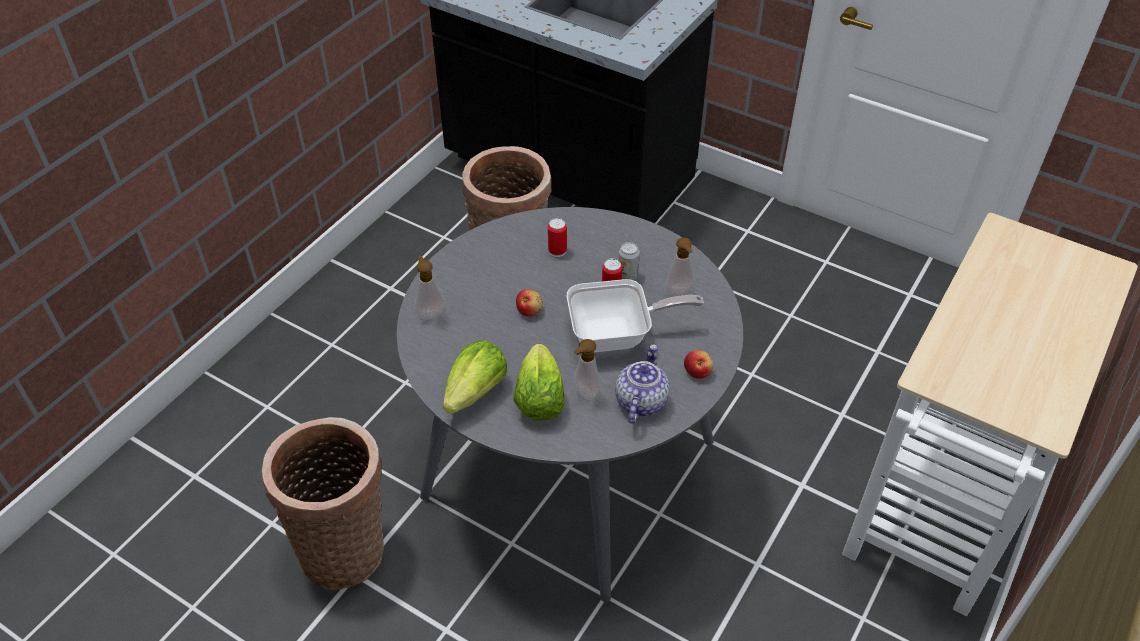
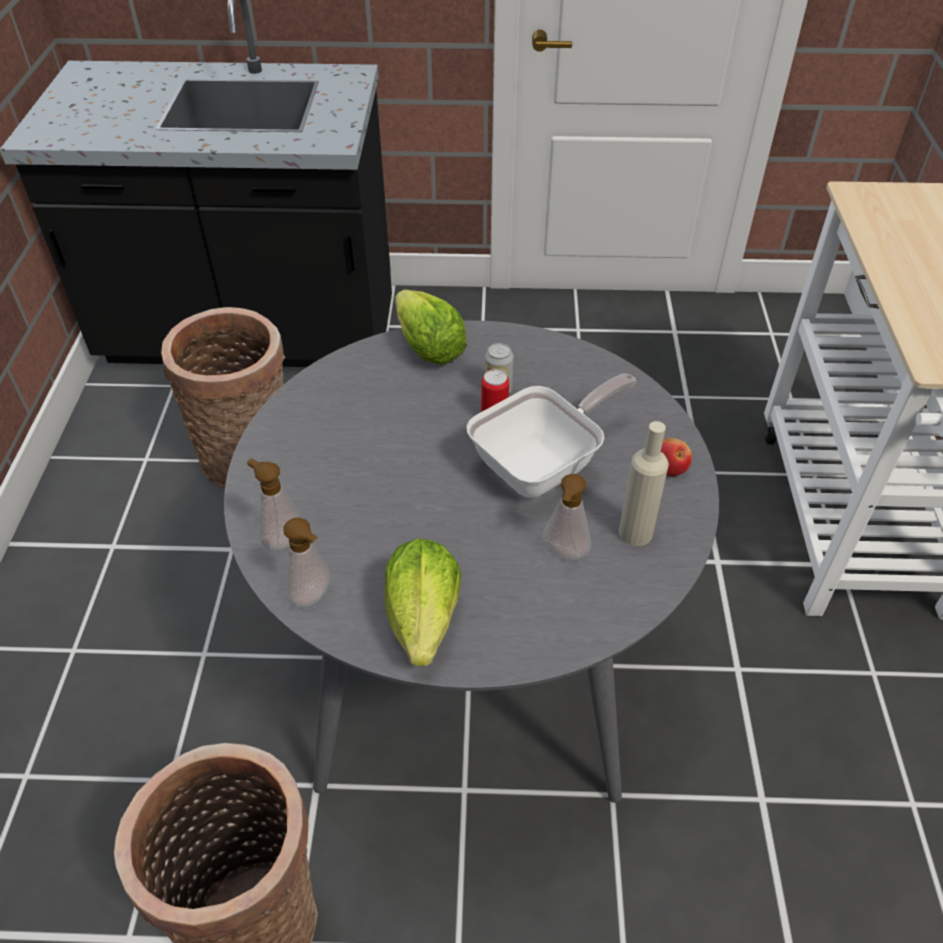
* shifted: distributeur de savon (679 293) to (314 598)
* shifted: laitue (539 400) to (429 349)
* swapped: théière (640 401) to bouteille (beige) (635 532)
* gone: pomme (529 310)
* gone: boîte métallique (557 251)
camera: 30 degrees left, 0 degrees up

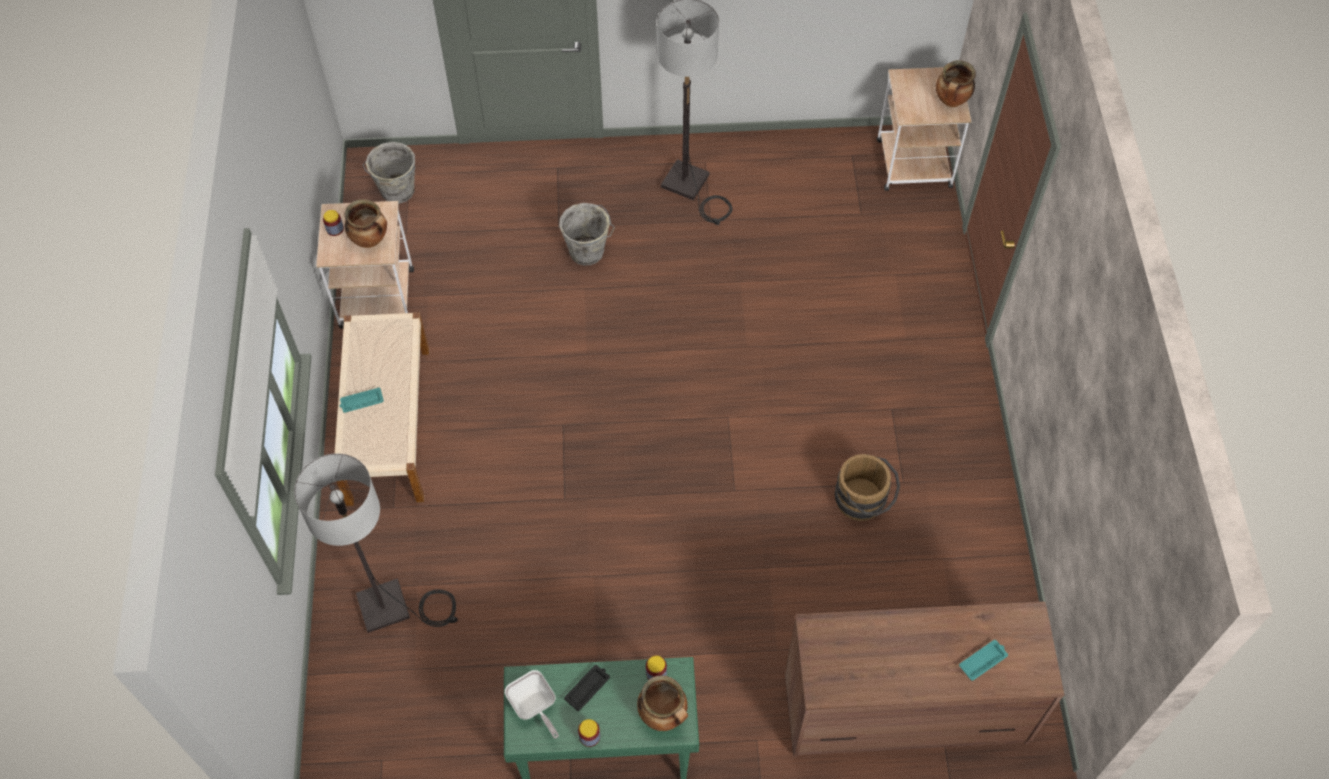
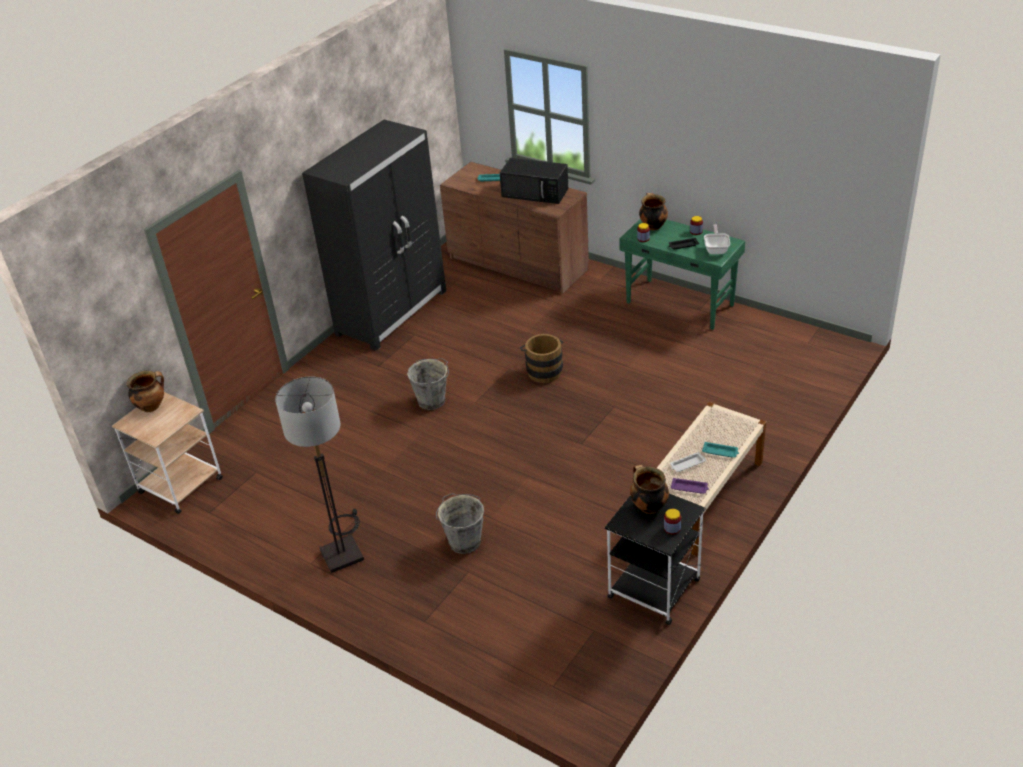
* new: meuble de rangement (noir) (393 312)
* shifted: seau (gris) (397 192) to (432 400)
* new: micro-ondes (noir) (536 192)
* shifted: seau (marron) (864 502) to (543 370)
* repainted: chariot (beige) (377 297) to chariot (noir) (653 590)
* new: plateau (blanc) (687 464)
* new: plateau (violet) (690 488)
* gone: lampadaire (399 607)
camera: 140 degrees left, 20 degrees down

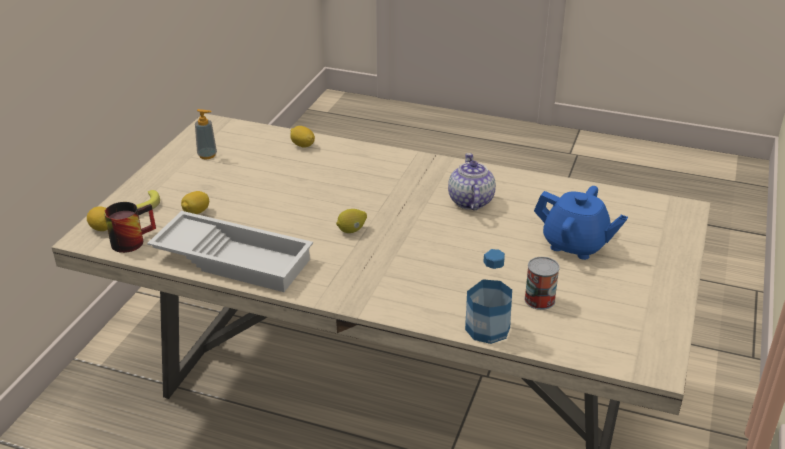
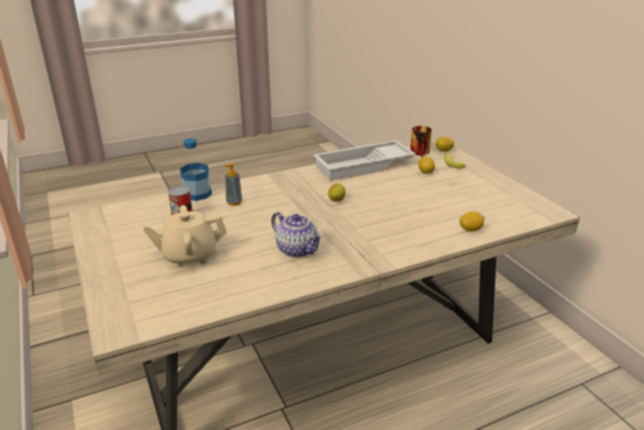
* repainted: théière (bleu) (575 245) to théière (beige) (189 256)
* shifted: distributeur de savon (207 155) to (234 202)
camera: 135 degrees right, 5 degrees down

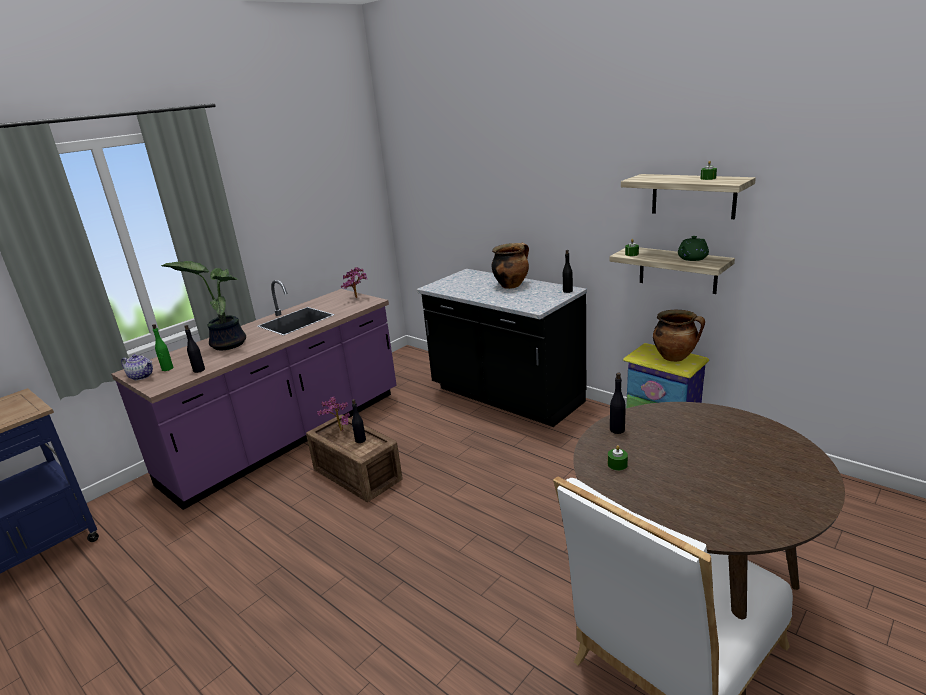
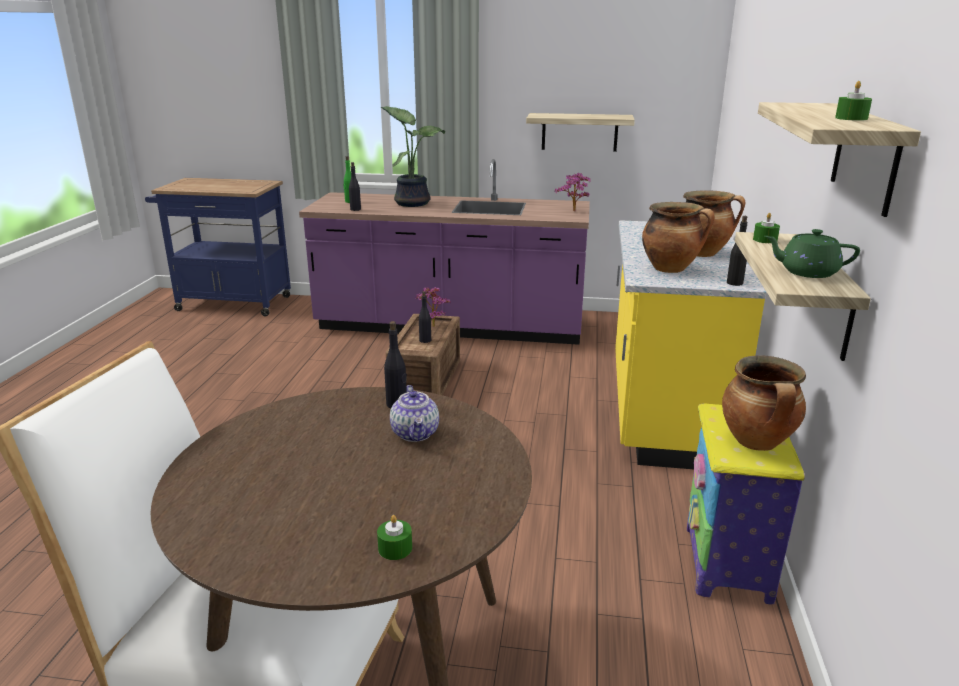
* shifted: bougie (vert) (617 464) to (395 548)
* shifted: théière (142 376) to (416 433)
* new: étagère (579 132)
* repainted: comptoir de cuisine (noir) (505 397) to comptoir de cuisine (jaune) (662 411)
* new: marmite (671 269)
camera: 55 degrees right, 0 degrees up

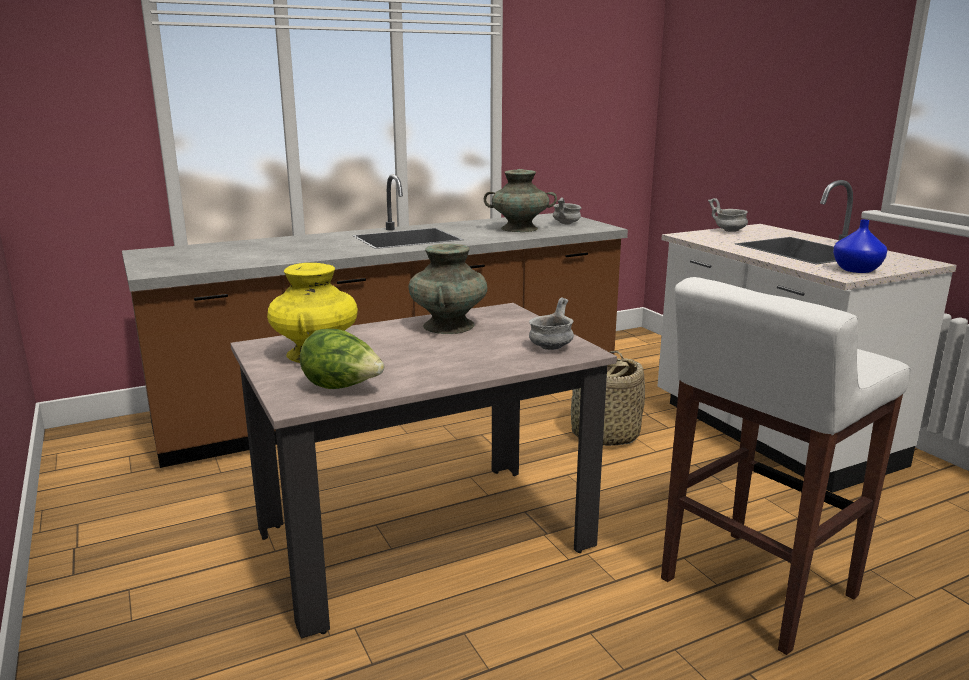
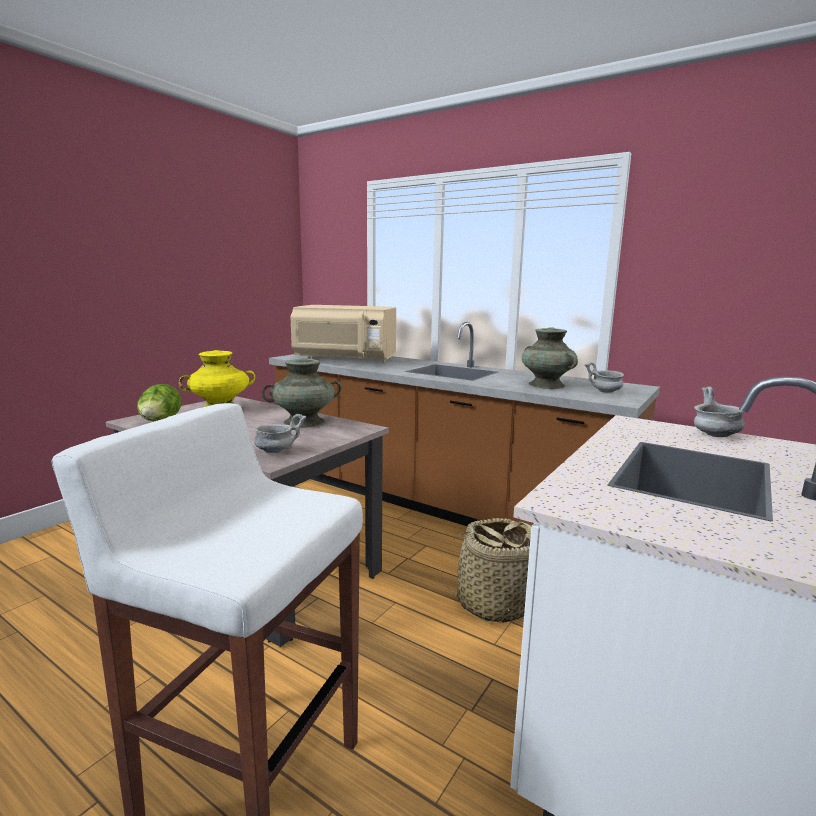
* new: micro-ondes (beige) (346 360)
* gone: vase (bleu) (856 269)
camera: 60 degrees right, 5 degrees down

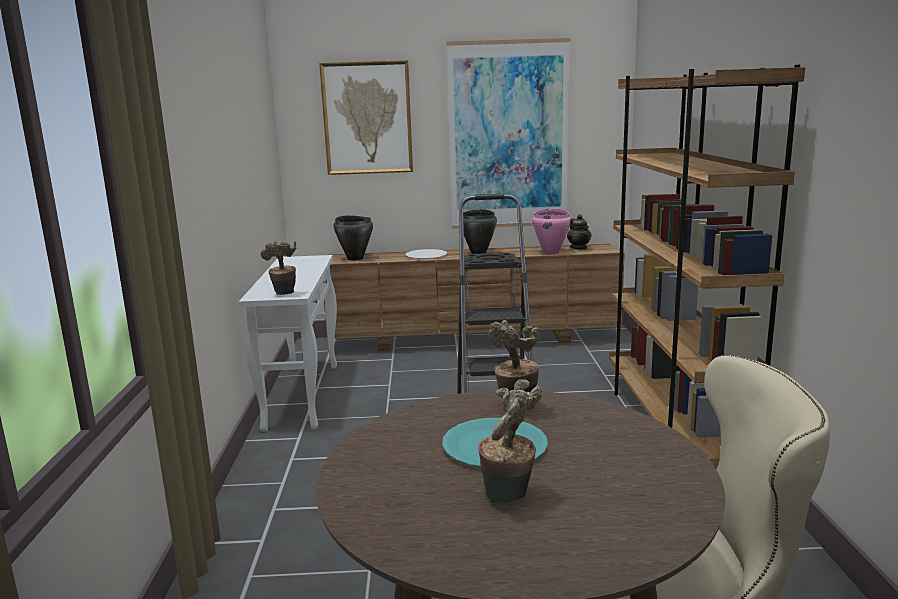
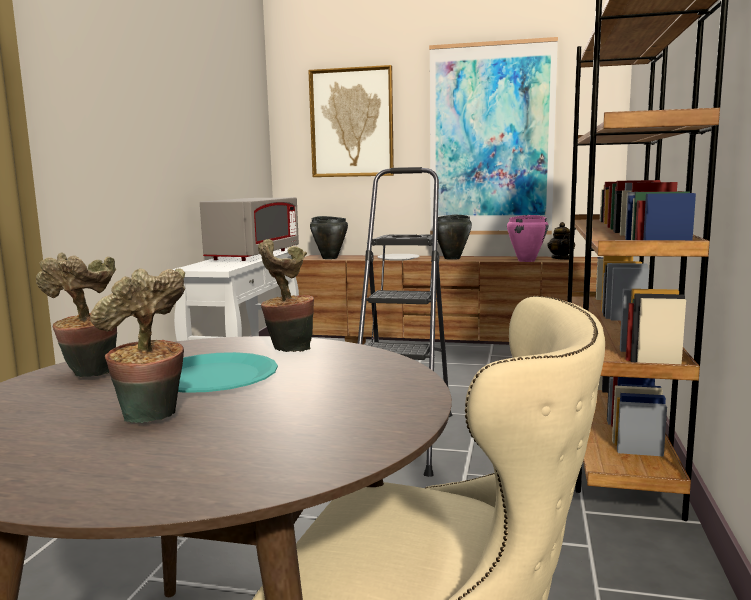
* shifted: plante en pot (284 294) to (89 376)
* new: micro-ondes (gris) (254 255)
camera: 15 degrees right, 5 degrees down

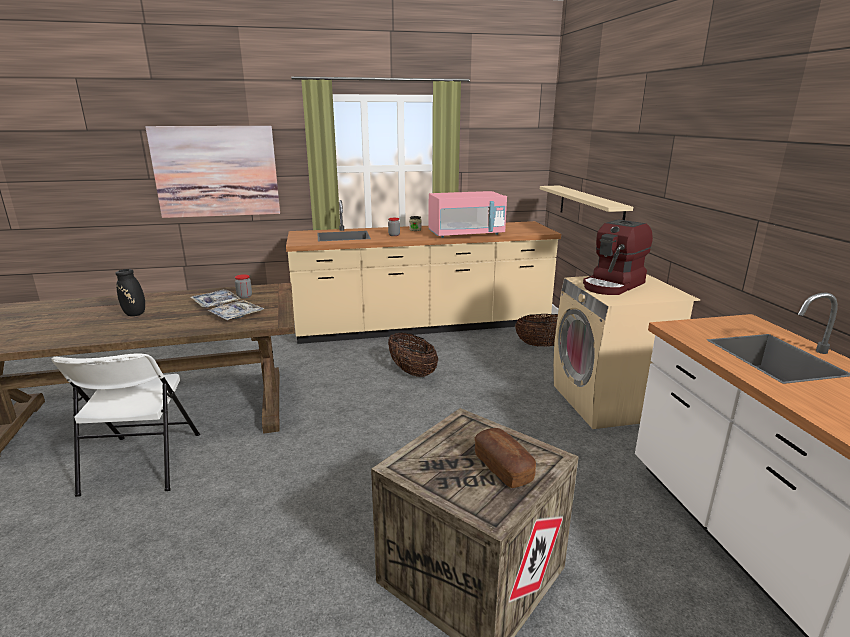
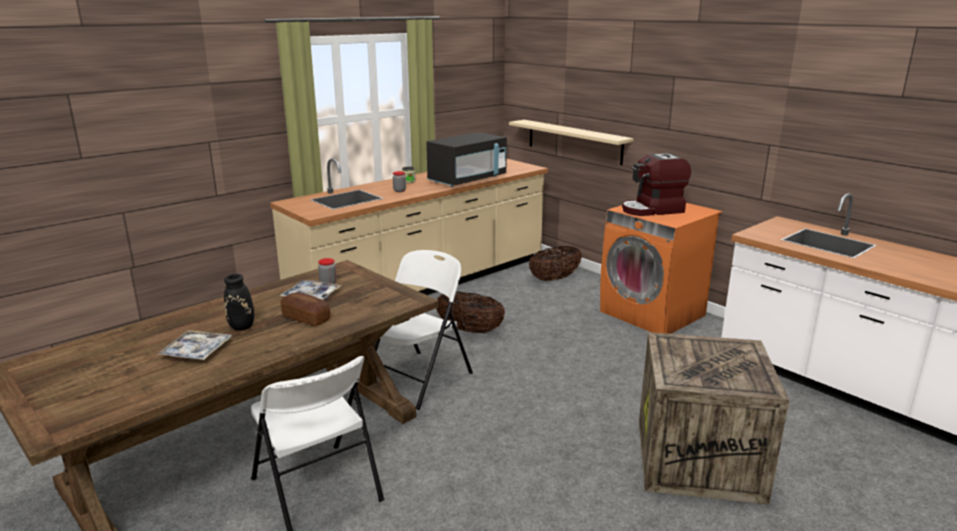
* shifted: plateau (236 315) to (196 351)
* shifted: pain (503 468) to (306 318)
* new: chaise (blanc) (418 379)
* repainted: micro-ondes (rose) (466 234) to micro-ondes (noir) (467 180)
* repainted: lave-linge (beige) (610 402) to lave-linge (orange) (654 313)
* rotated: machine à café (613 285) = (653 210) 60 degrees clockwise
* gone: tableau (216 171)
camera: 30 degrees left, 0 degrees up

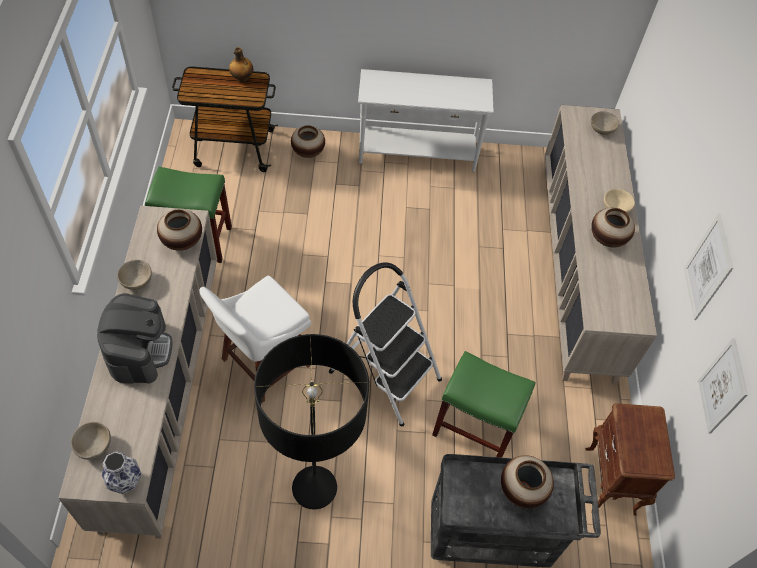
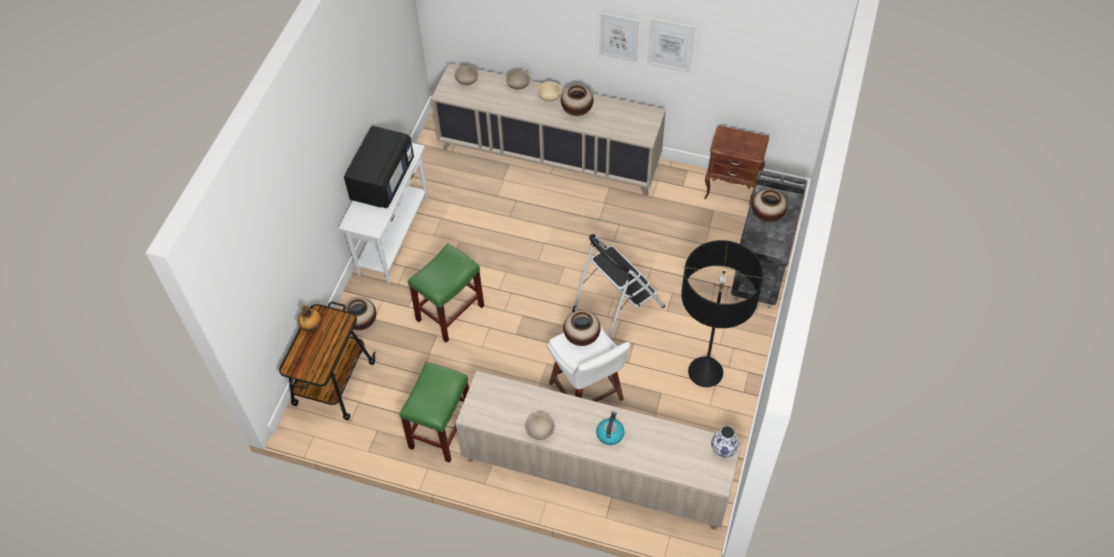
* new: micro-ondes (noir) (382 180)
* shifted: tabouret (vert) (473 429) to (450 313)
* shifted: bol (beige) (94 445) to (518 85)
* shifted: vase (182 242) to (581 337)
* swapped: machine à café (139 350) to bouilloire (610 433)
* shifted: tableau (722 387) to (618 36)
camera: 70 degrees left, 0 degrees up

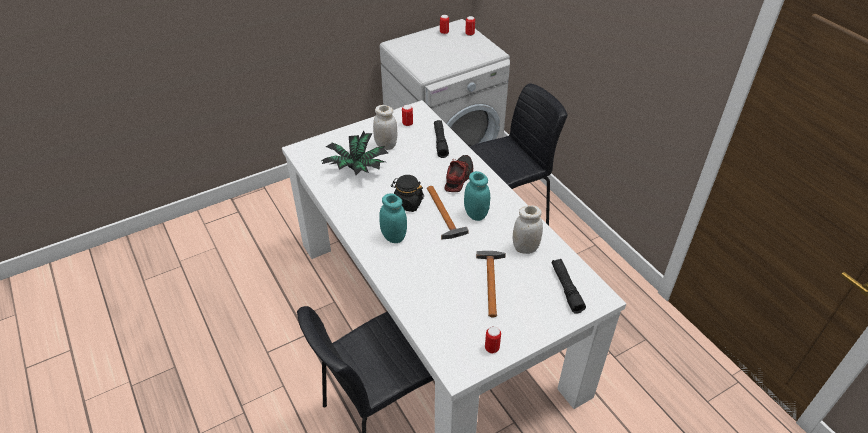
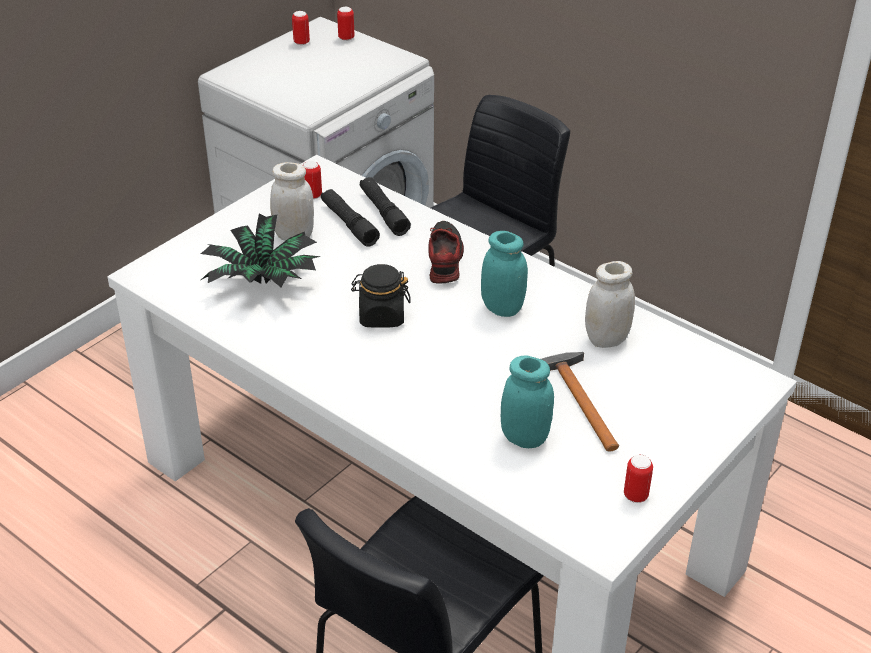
* shifted: lampe de poche (noir) (566 289) to (349 224)
* shifted: bocal (turquoise) (394 237) to (524 438)
* gone: marteau (443 215)
camera: 20 degrees left, 5 degrees down

